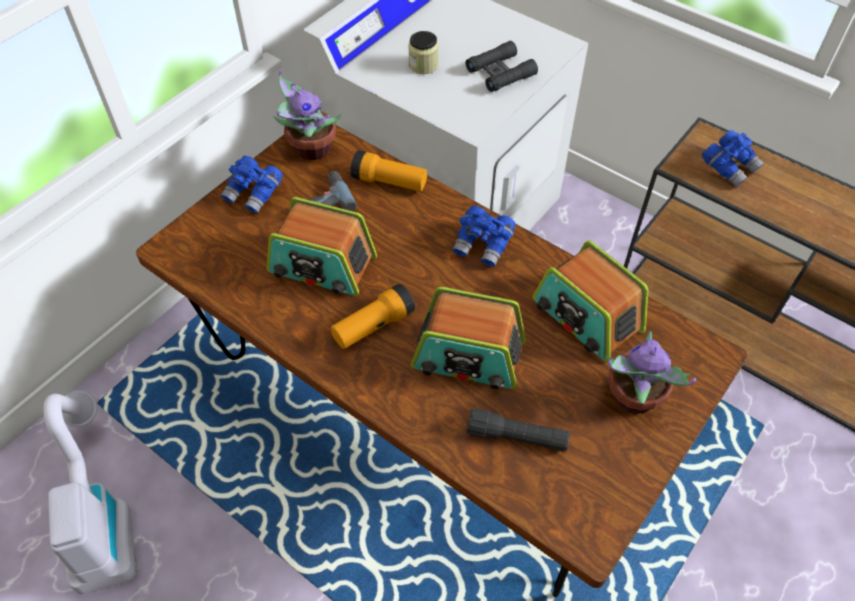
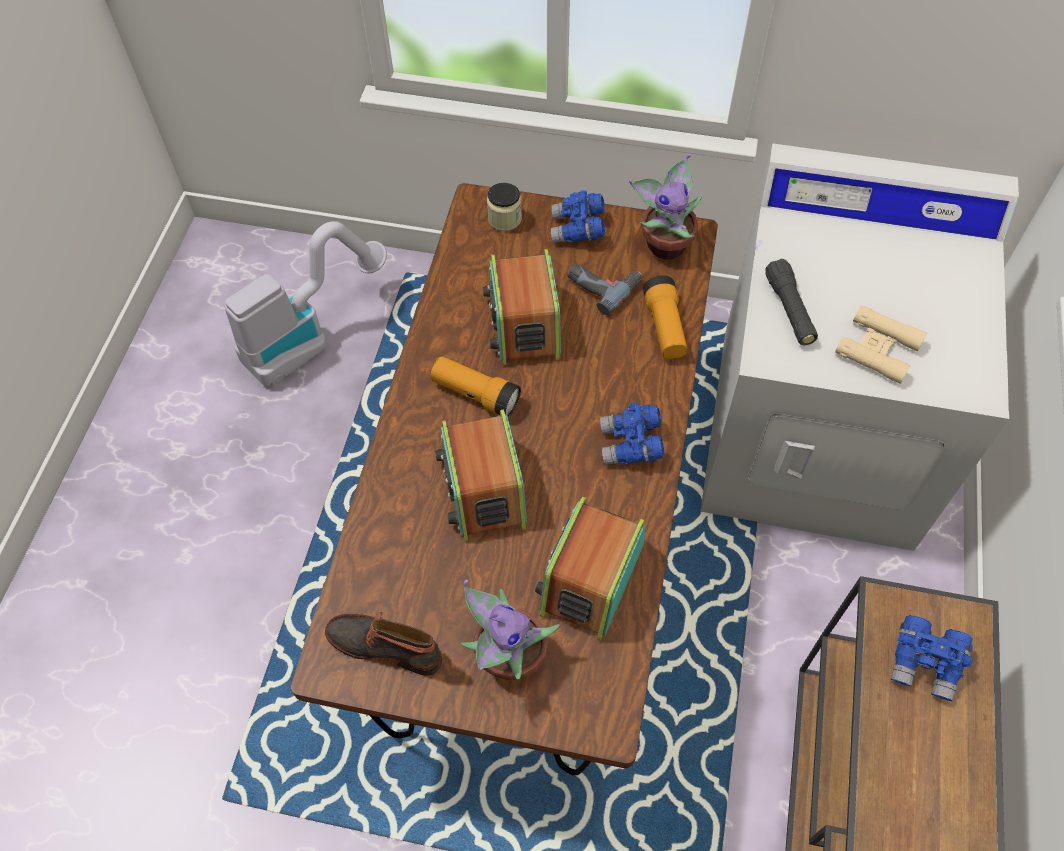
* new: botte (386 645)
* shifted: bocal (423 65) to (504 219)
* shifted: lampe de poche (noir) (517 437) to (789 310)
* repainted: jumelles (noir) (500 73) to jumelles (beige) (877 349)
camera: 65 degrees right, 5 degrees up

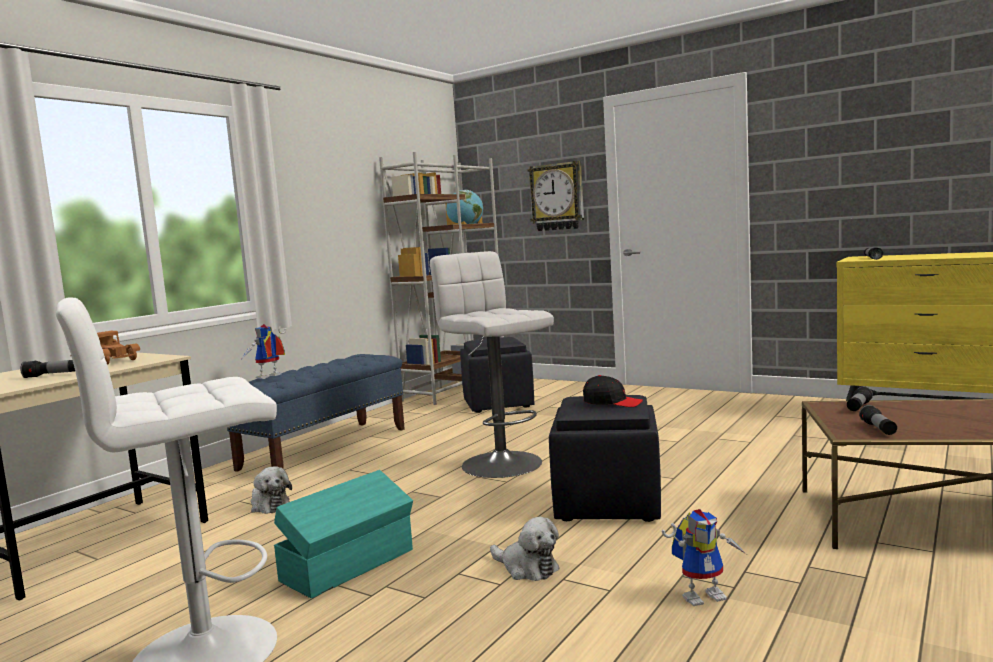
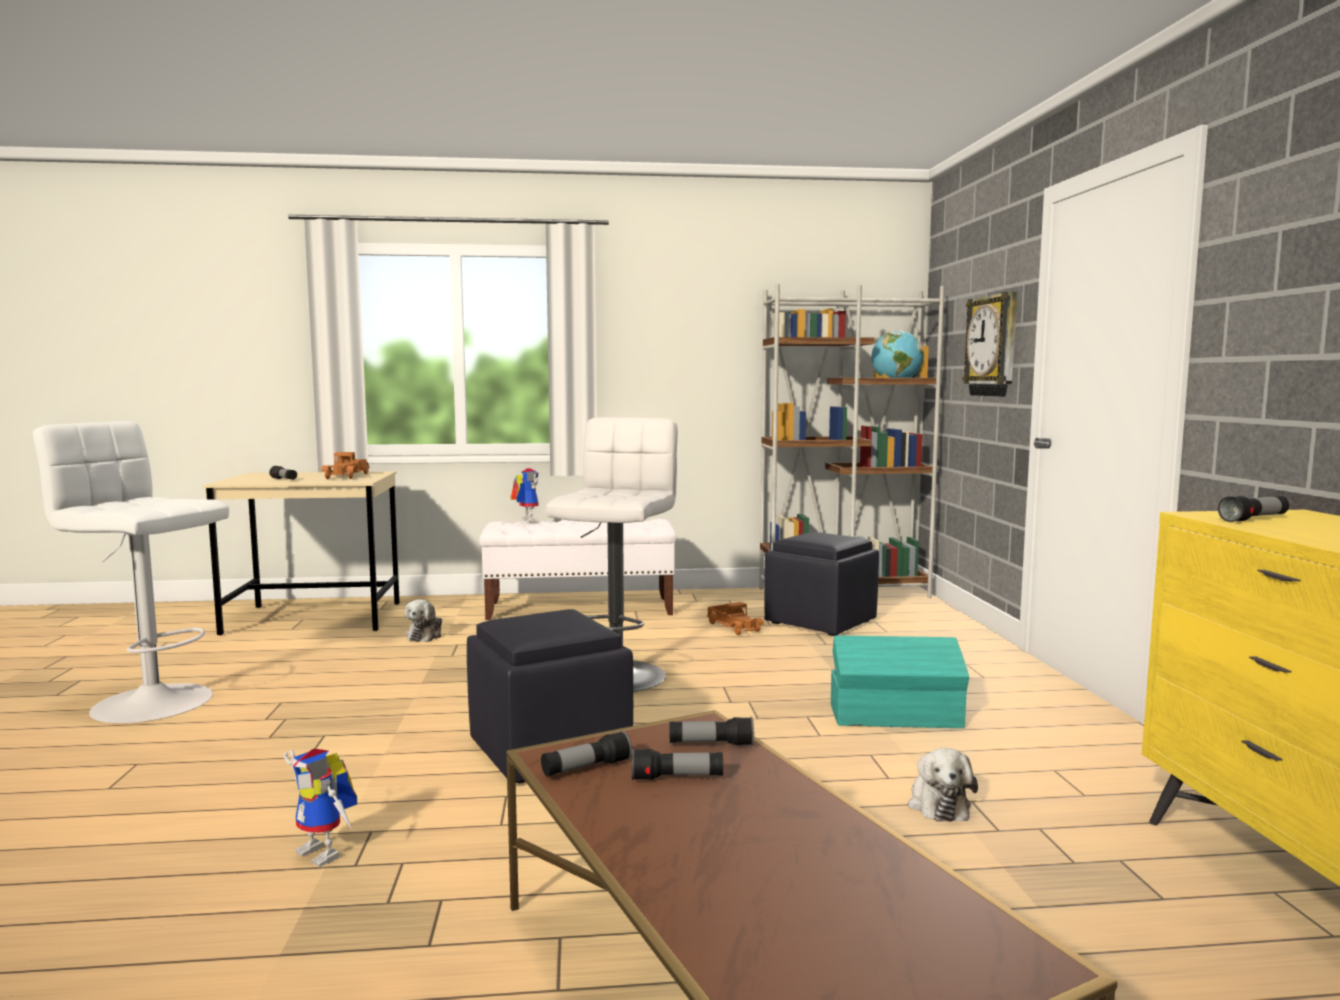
* repainted: banc (bleu) (325 448) to banc (blanc) (580 608)
* rotated: robot jouet (268 377) = (526 521) 60 degrees clockwise
* new: lampe de poche (677 778)
* new: camion jouet (734 626)
* shifted: boîte de rangement (turquoise) (350 565) to (896 717)
* shifted: peluche (527 568) to (937 804)
* gone: casquette (noir) (612 402)
camera: 50 degrees right, 0 degrees up

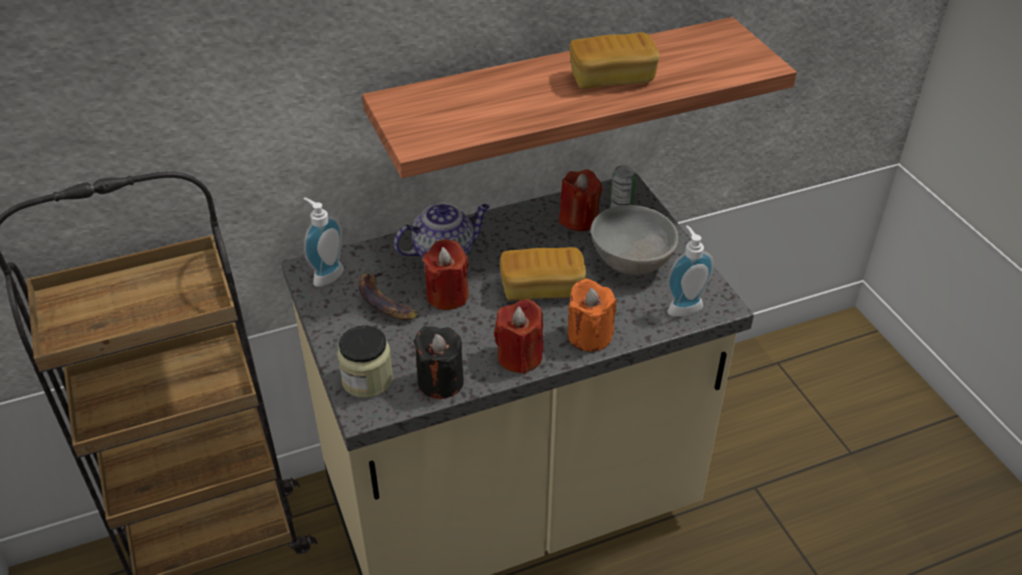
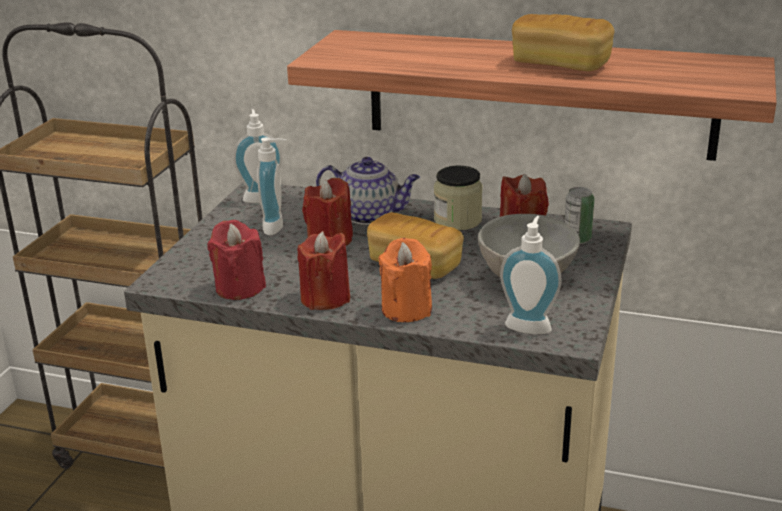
* repainted: bougie (noir) (440 382) to bougie (rouge) (239 288)
* swapped: banane (385 301) to distributeur de savon (277 227)
* shifted: bocal (367 380) to (457 220)
camera: 40 degrees right, 15 degrees down

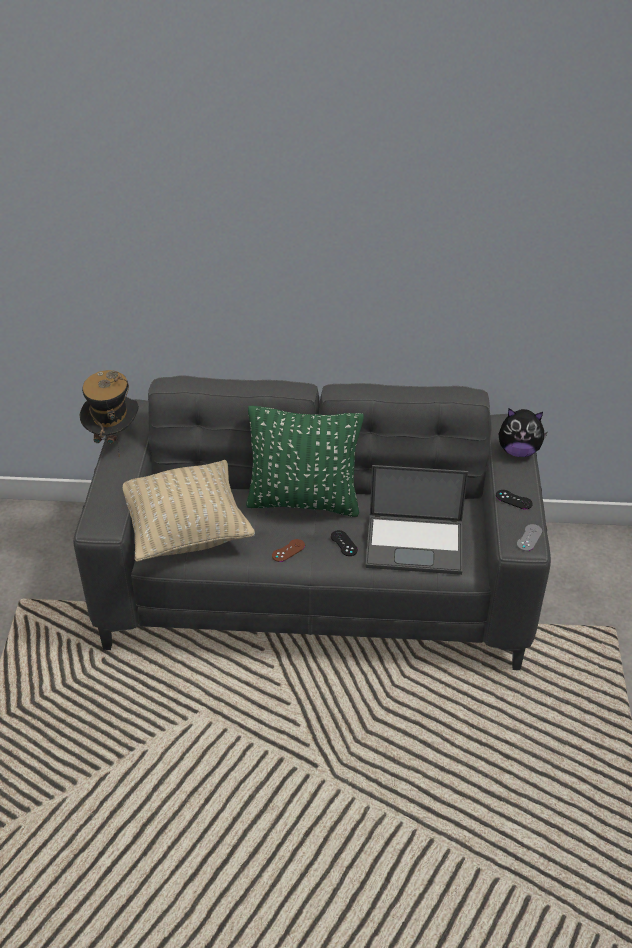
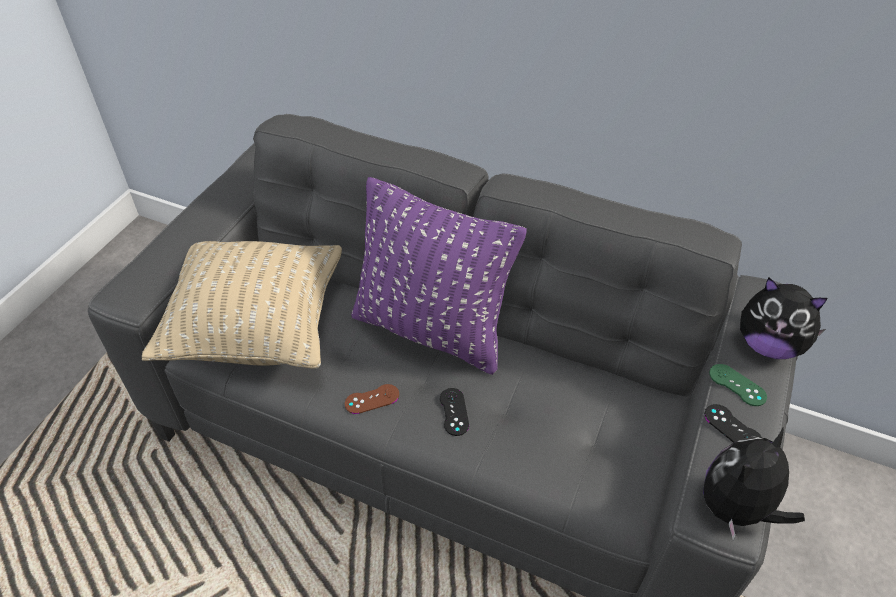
* repainted: coussin (vert) (304 501) to coussin (violet) (431 330)
* swapped: manette (gris) (529 538) to peluche (737 509)
* new: manette (vert) (737 385)
* gone: chapeau (113 438)
* gone: ordinateur portable (416 543)
camera: 20 degrees right, 5 degrees up

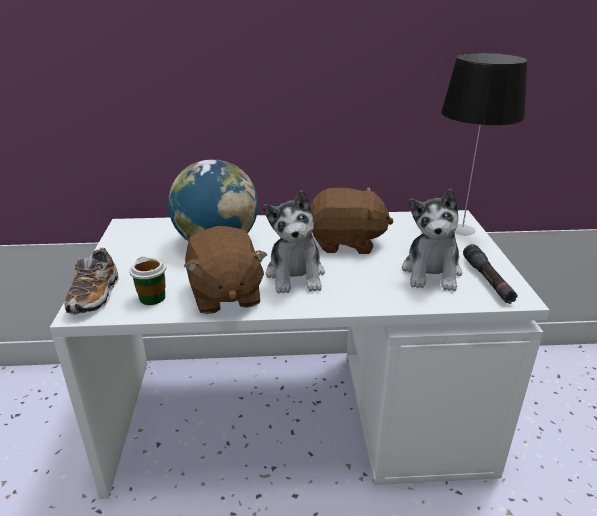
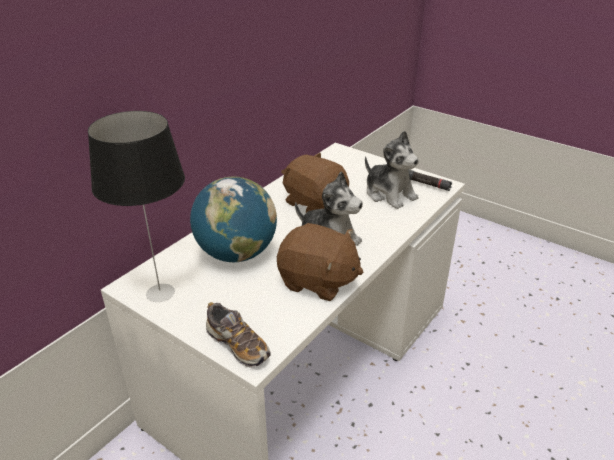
* shifted: lampe de table (461 229) to (159 293)
* rotated: peluche (marron) (346 243) = (314 202) 90 degrees counterclockwise
* gone: tasse (152 298)
camera: 50 degrees left, 5 degrees up

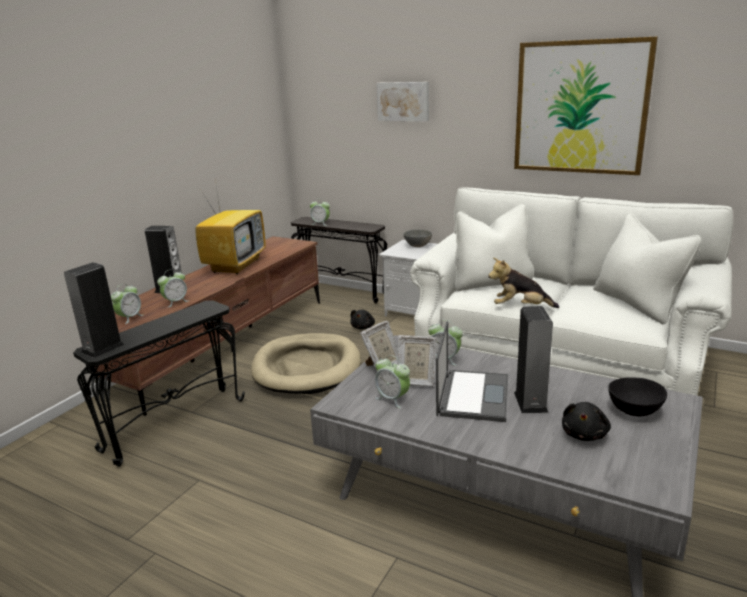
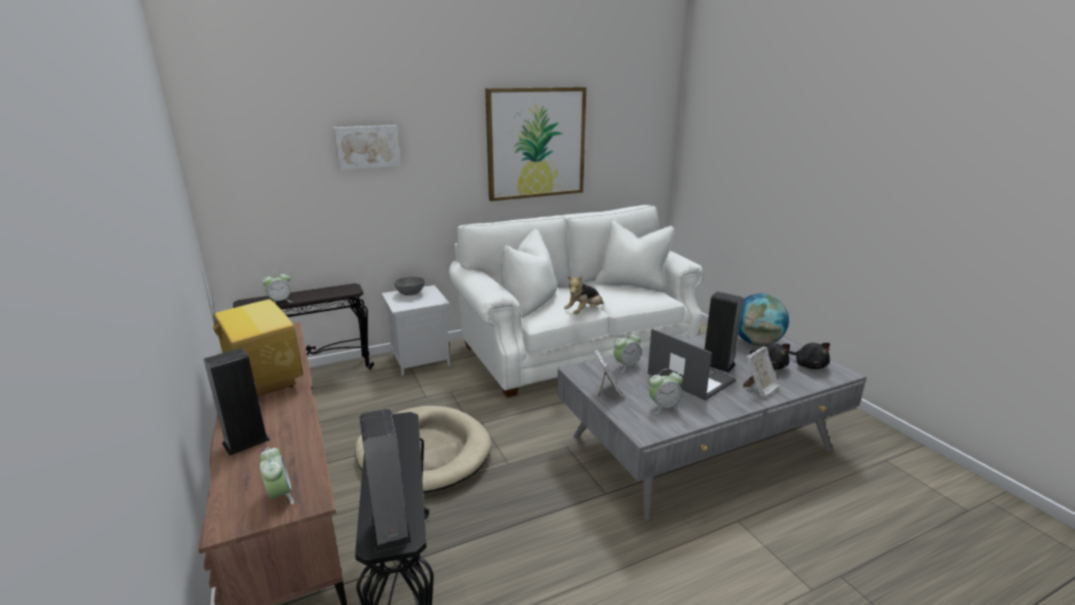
* swapped: bol (noir) (635 411) to globe (756 342)
* shifted: cadre photo (416 380) to (759 389)
* shifted: peluche (noir) (363 327) to (808 365)
* gone: réveil (175 302)
camera: 55 degrees left, 0 degrees up

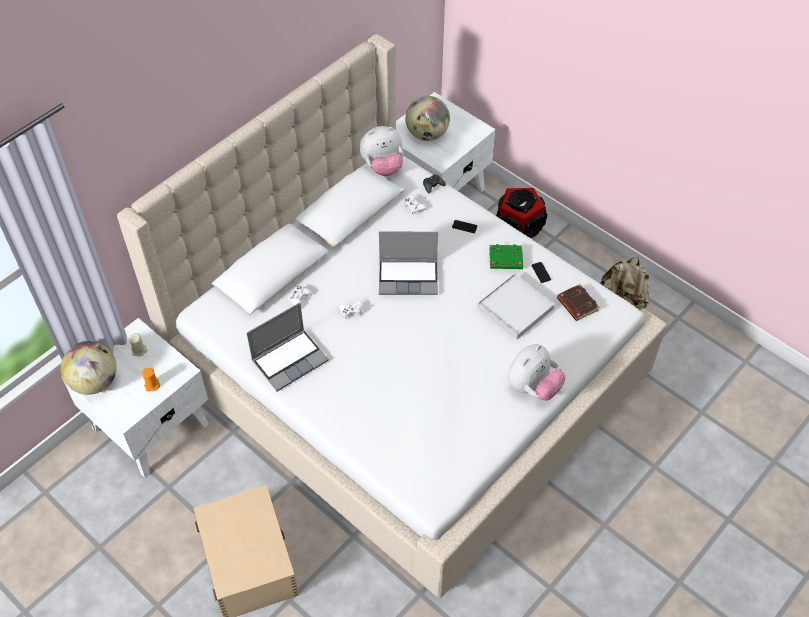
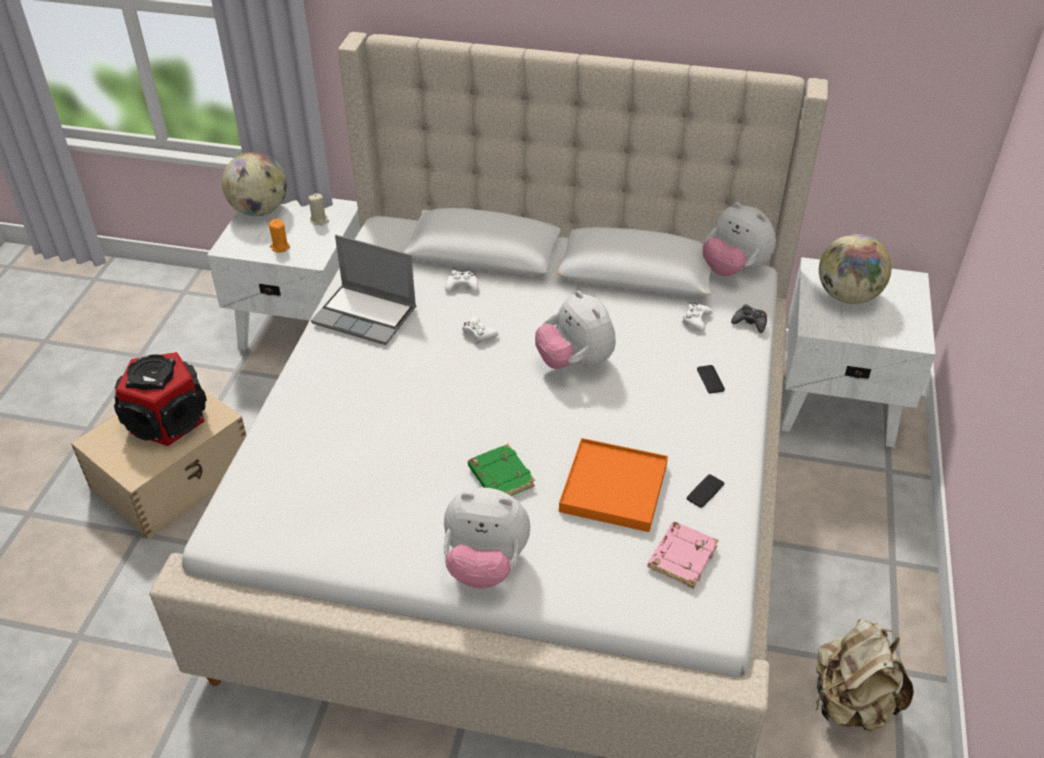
* shifted: enceinte (519 226) to (168 421)
* shifted: livre (vert) (505 259) to (500 477)
* swapped: ordinateur portable (409 277) to peluche (575 362)
* repainted: plateau (blanc) (515 308) to plateau (orange) (613 488)
* repainted: livre (marron) (576 304) to livre (rose) (681 557)
camera: 60 degrees right, 10 degrees down

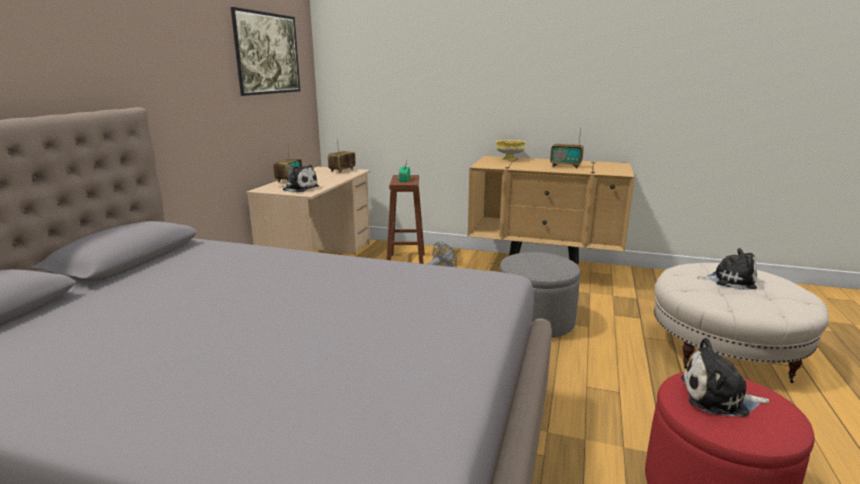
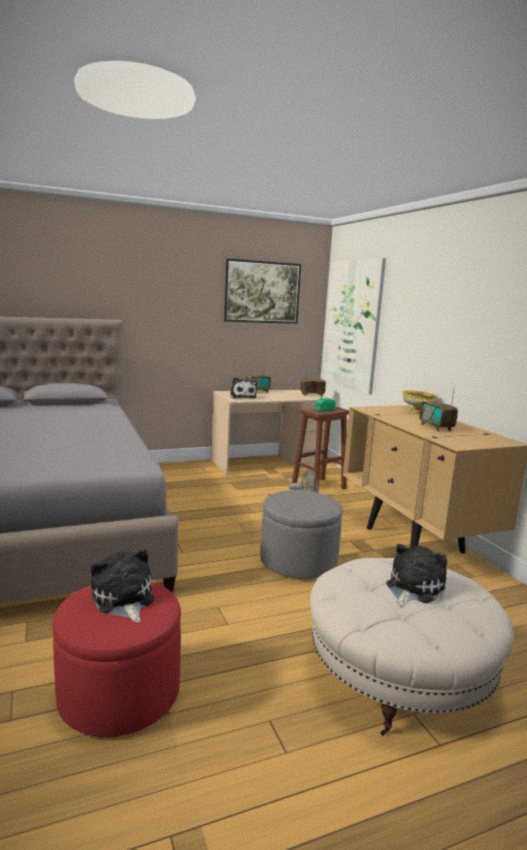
* new: tableau (352 324)
* rotated: peluche (730 280) = (412 588) 120 degrees counterclockwise
camera: 50 degrees right, 5 degrees down

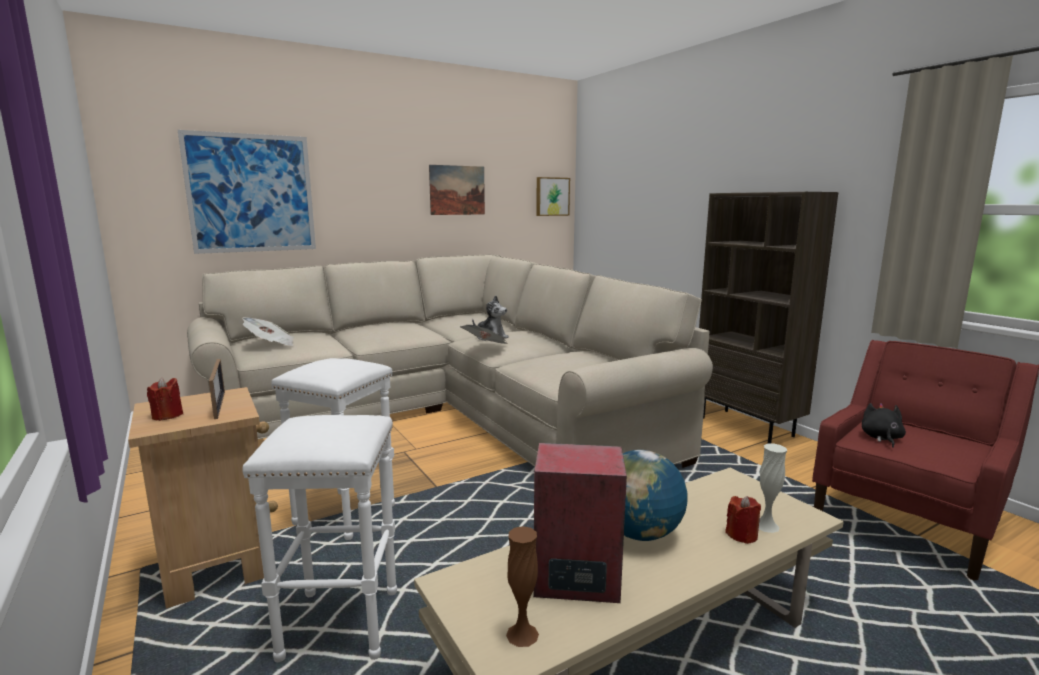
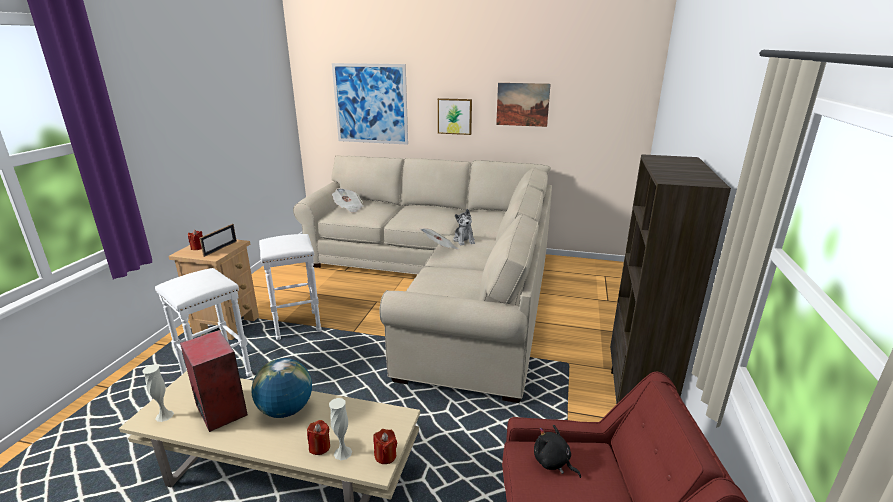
* repainted: vase (marron) (522 634) to vase (blanc) (164 416)
* new: bougie (rouge) (385 456)
* shifted: tableau (552 196) to (455 116)
* rotated: peluche (noir) (881 438) = (553 462) 105 degrees counterclockwise
camera: 45 degrees right, 10 degrees up

